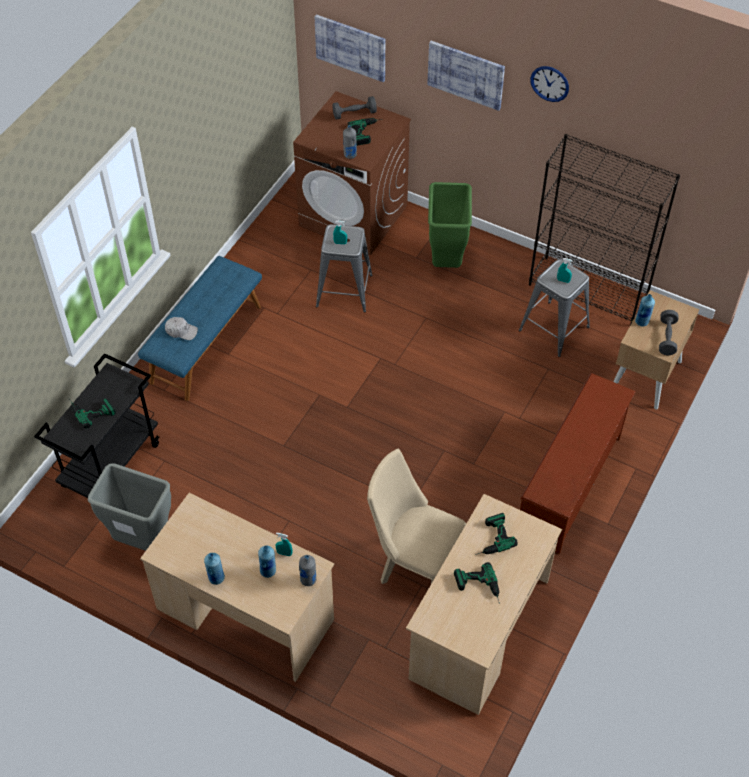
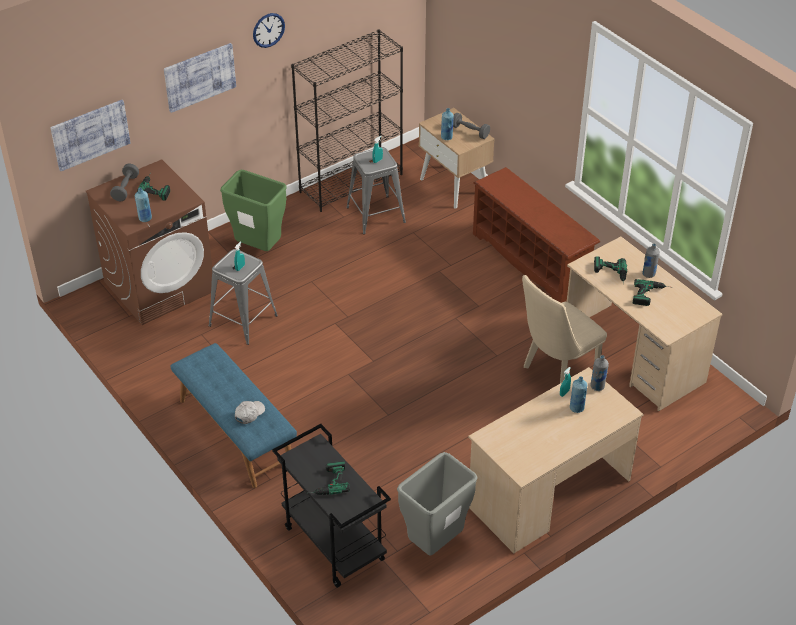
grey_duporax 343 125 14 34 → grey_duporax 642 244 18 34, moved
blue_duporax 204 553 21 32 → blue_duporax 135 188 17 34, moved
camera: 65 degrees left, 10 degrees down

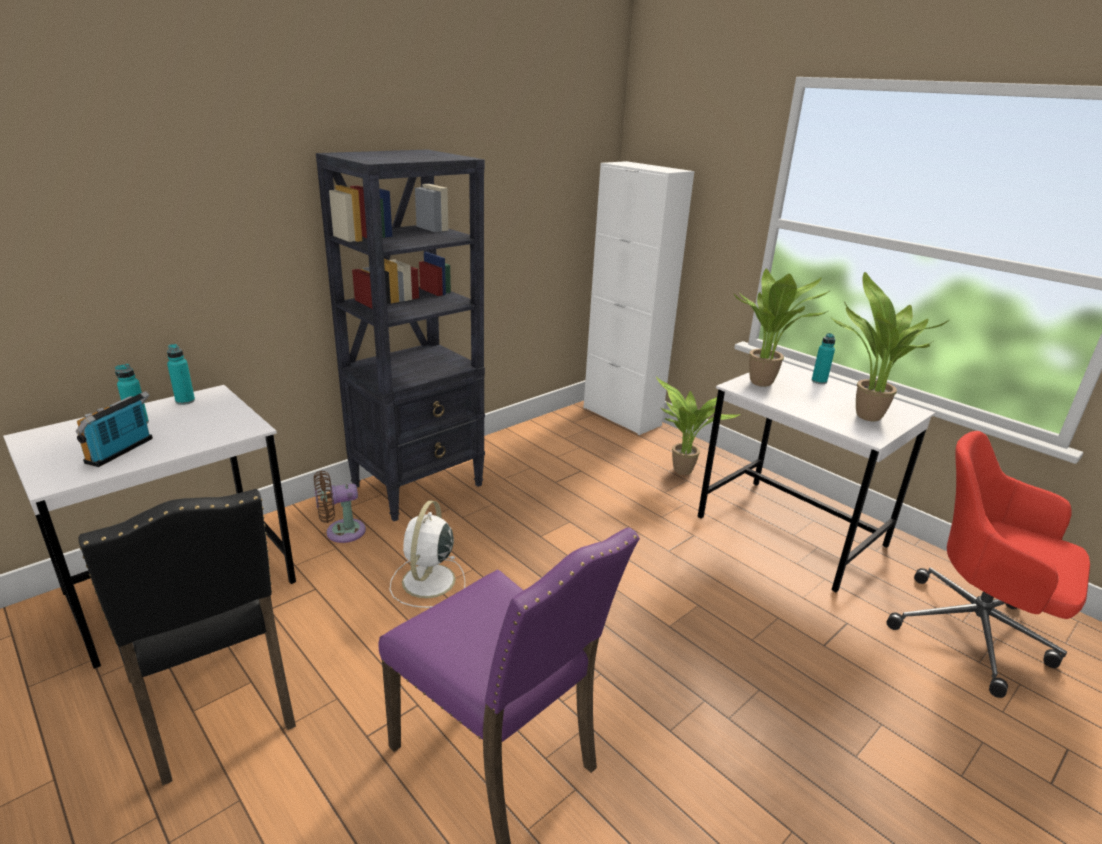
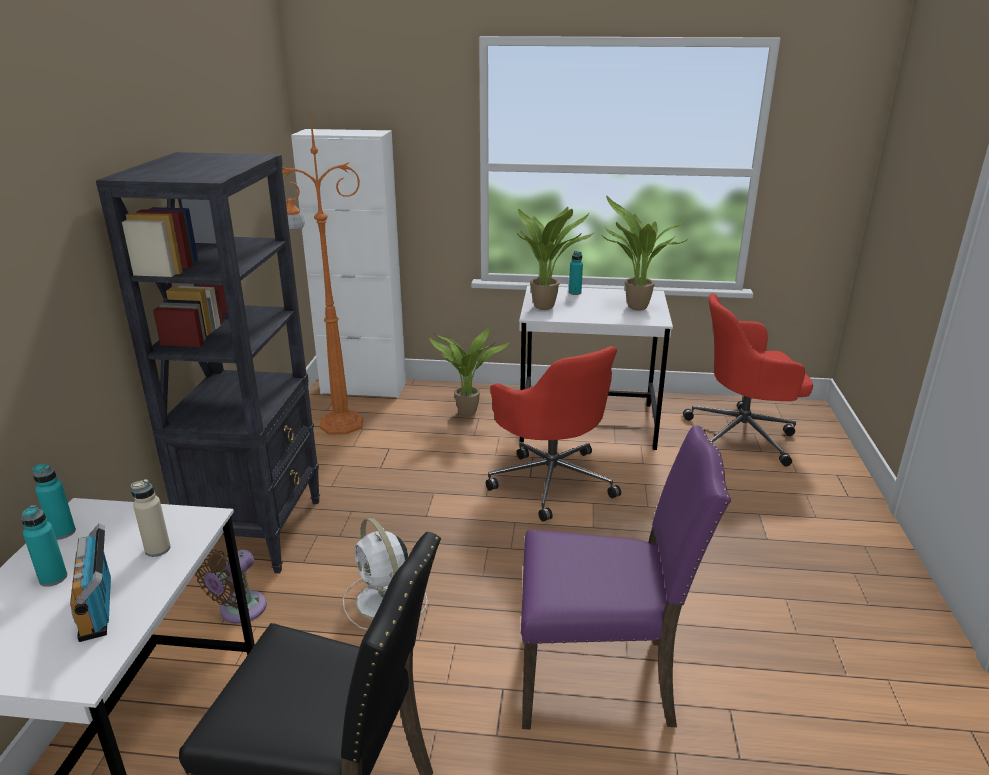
- → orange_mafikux 282 113 81 322
- → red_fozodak 486 346 135 176
- → beige_duporax 131 479 40 78
camera: 40 degrees left, 0 degrees up

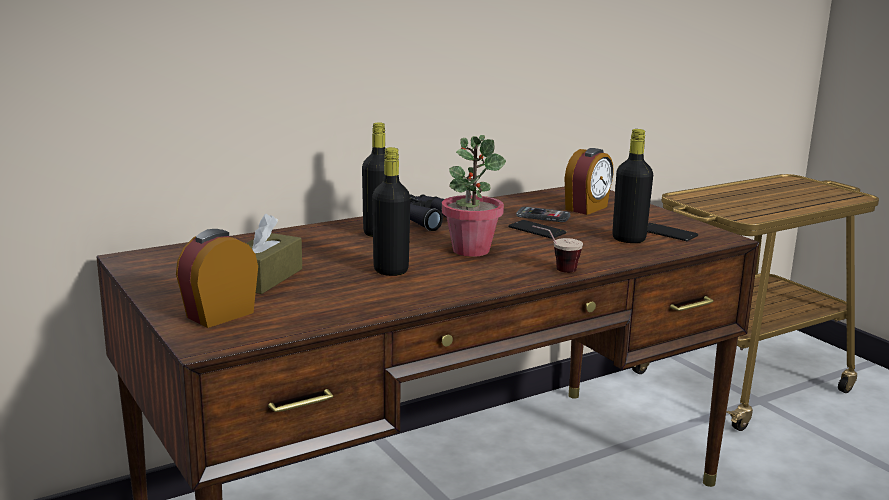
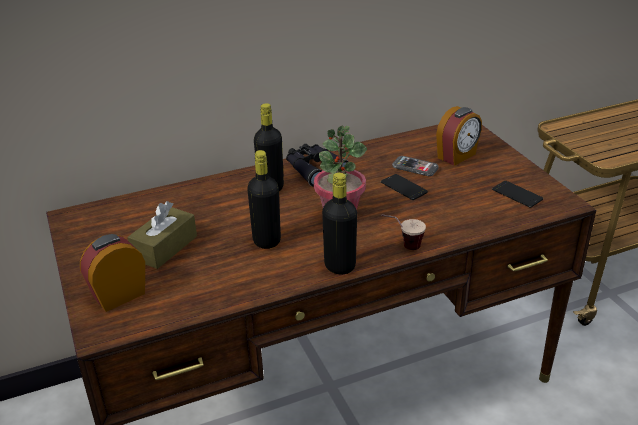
black_duporax 612 129 41 114 → black_duporax 322 172 35 102, moved
camera: 10 degrees right, 15 degrees up

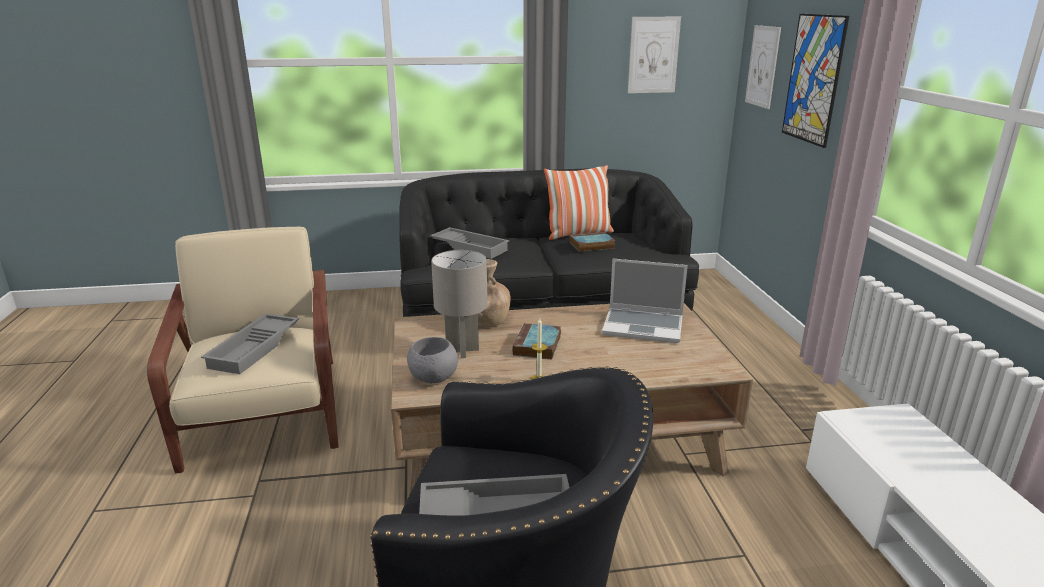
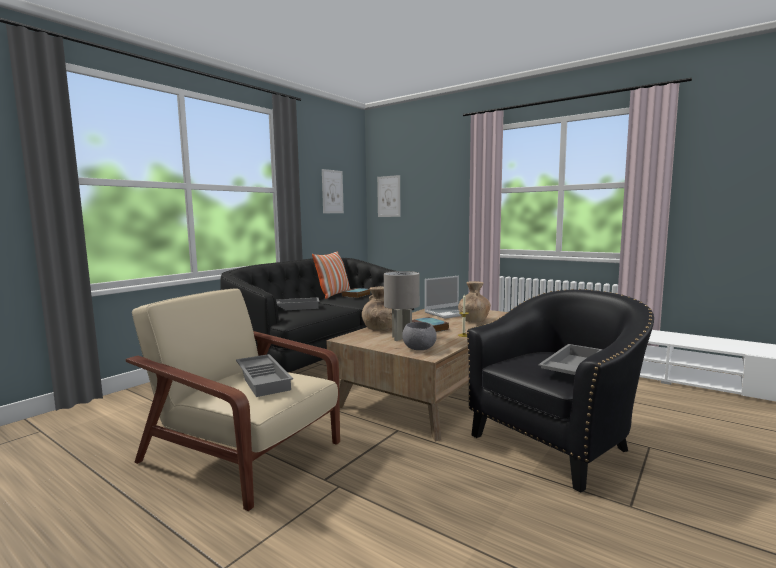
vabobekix 782 14 67 134 → -
- → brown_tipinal 458 281 33 41
camera: 45 degrees left, 15 degrees down

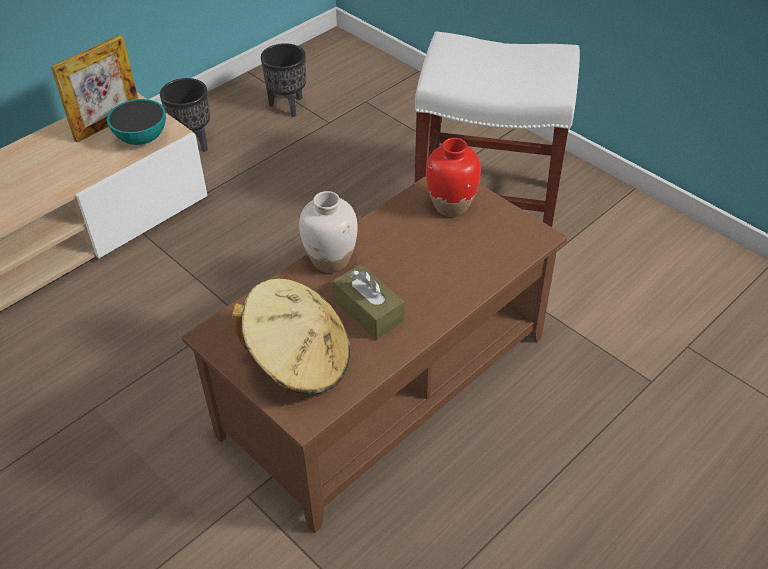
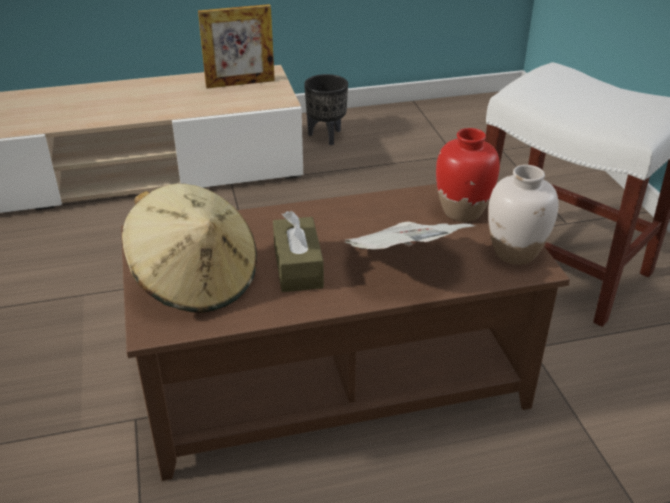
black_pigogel 261 43 45 74 → -
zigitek 107 99 59 46 → -
white_tipinal 299 191 59 82 → white_tipinal 488 165 71 100, moved
- → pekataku 345 221 130 28
camera: 30 degrees right, 10 degrees down

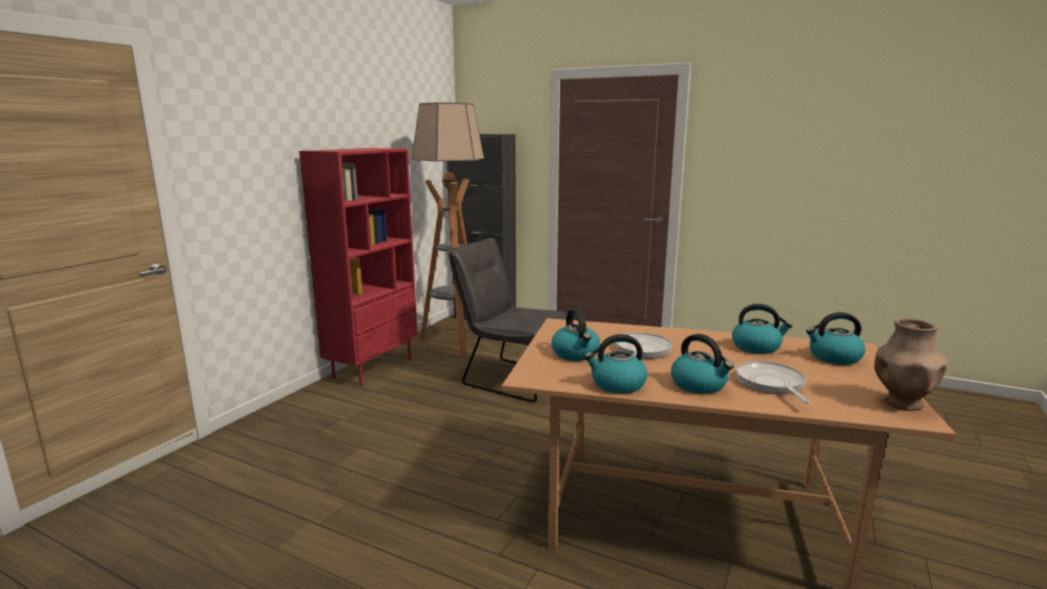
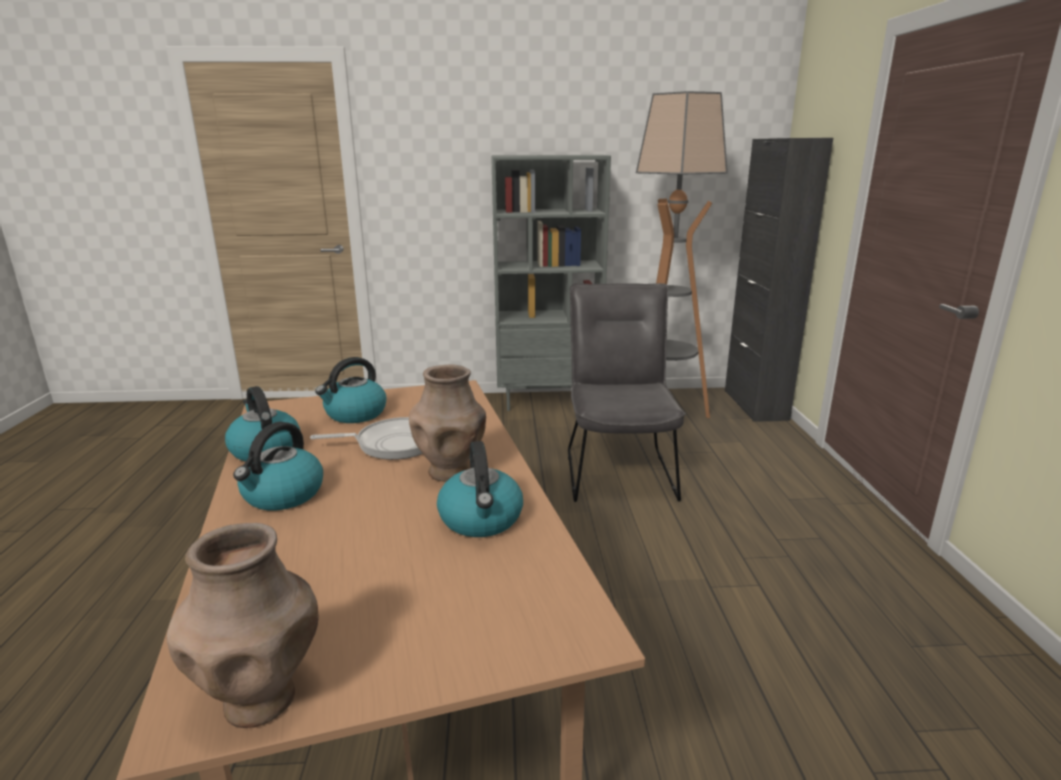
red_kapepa 299 148 119 238 → grey_kapepa 491 155 120 256
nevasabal 806 312 59 53 → -
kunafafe 736 361 75 43 → -
- → brown_tipinal 409 364 77 118
camera: 60 degrees right, 5 degrees up

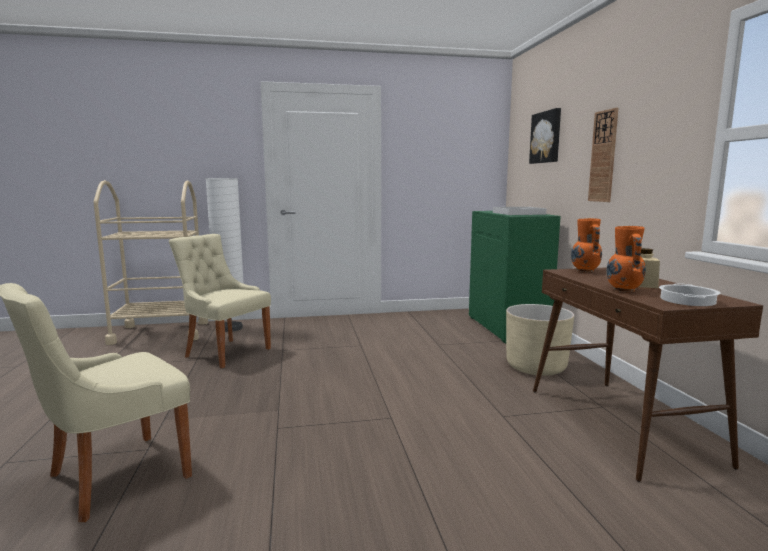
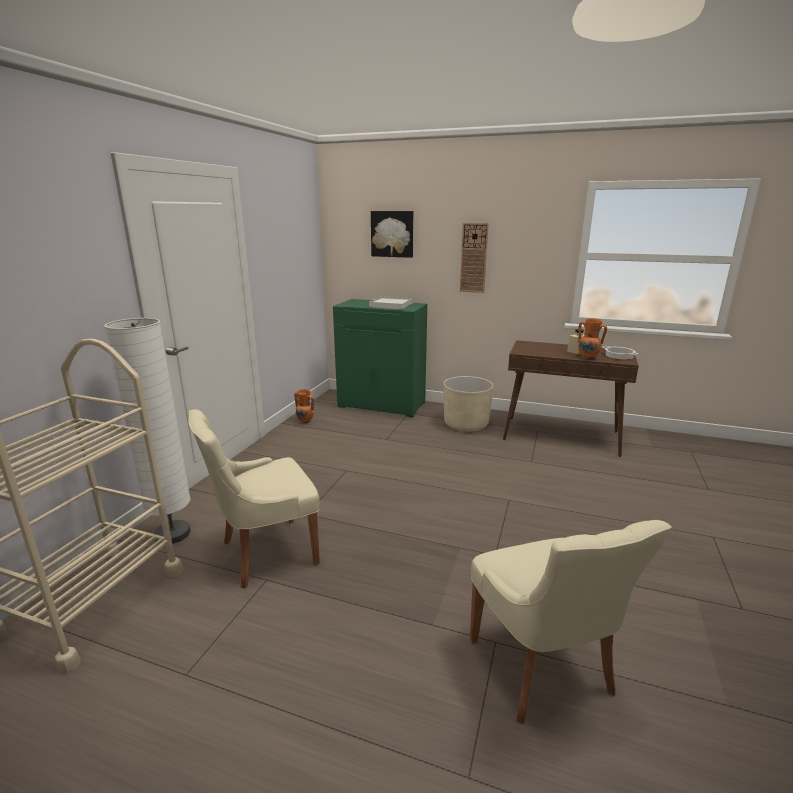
orange_tipinal 571 218 31 54 → orange_tipinal 294 389 21 34, moved
camera: 60 degrees left, 10 degrees up

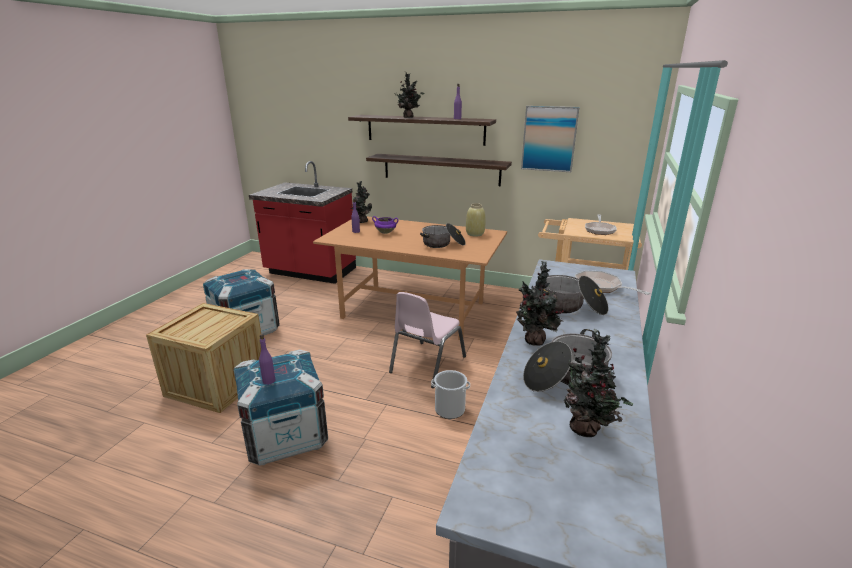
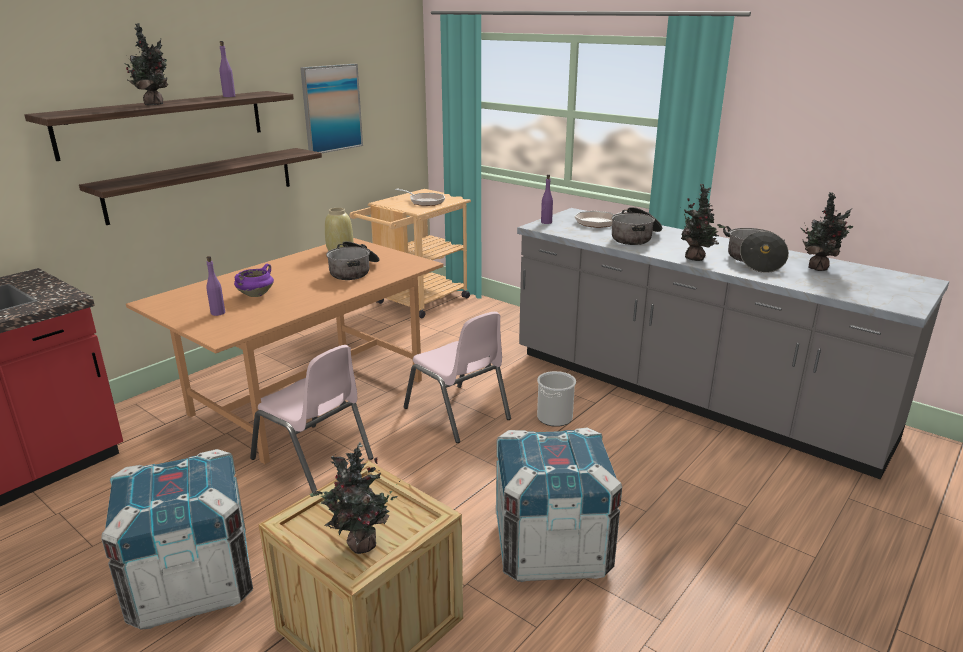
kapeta 351 181 21 42 → kapeta 310 442 90 112, moved
purple_duporax 259 334 16 51 → purple_duporax 541 174 12 50, moved
- → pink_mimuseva 250 345 124 148
camera: 70 degrees left, 0 degrees up

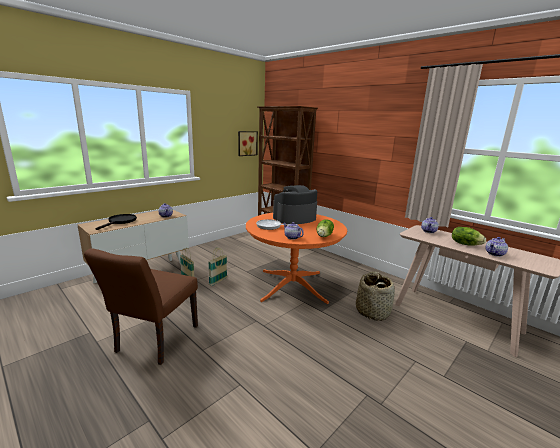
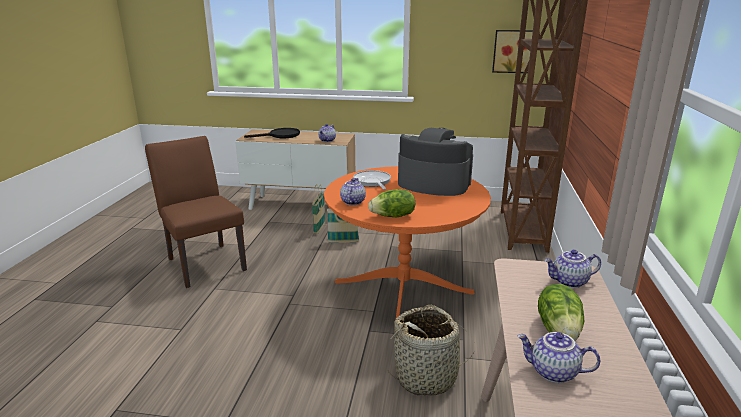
brown_mimuseva 84 248 114 117 → brown_mimuseva 145 136 102 152, 75 degrees clockwise
camera: 55 degrees right, 5 degrees up

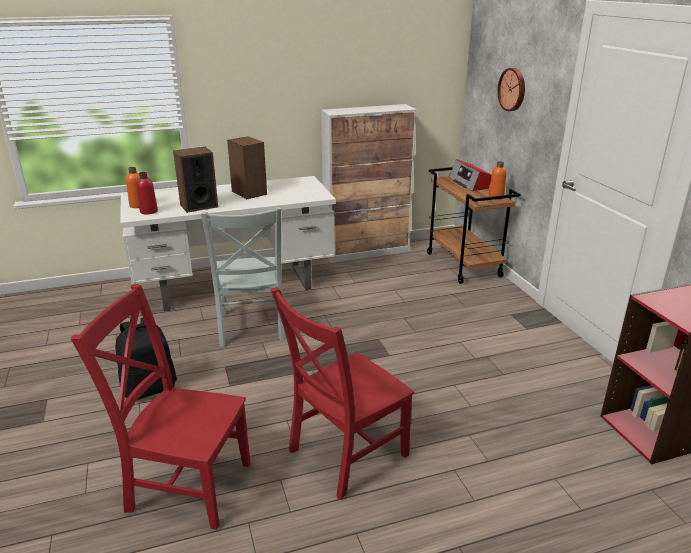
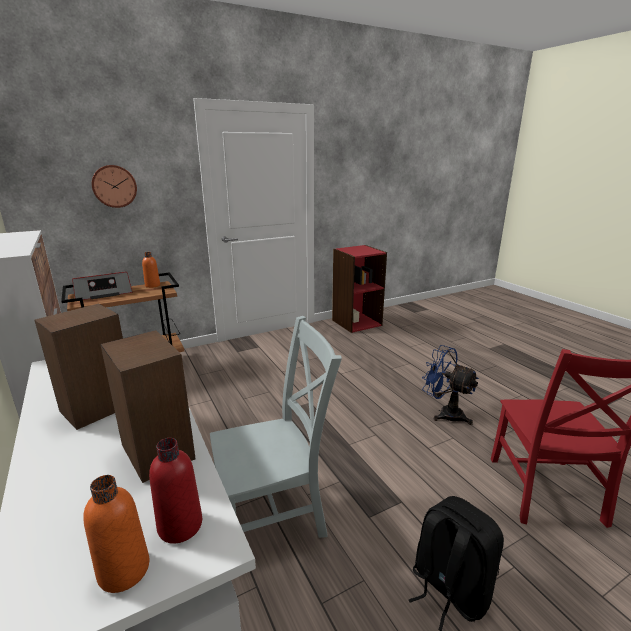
red_mimuseva 270 287 144 213 → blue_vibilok 422 345 57 80
camera: 100 degrees left, 5 degrees down

